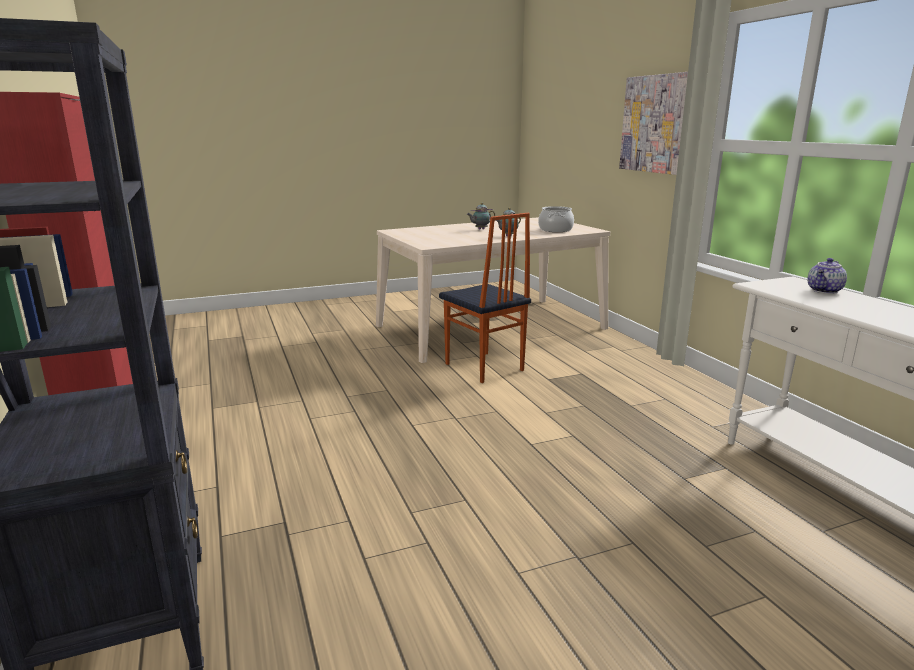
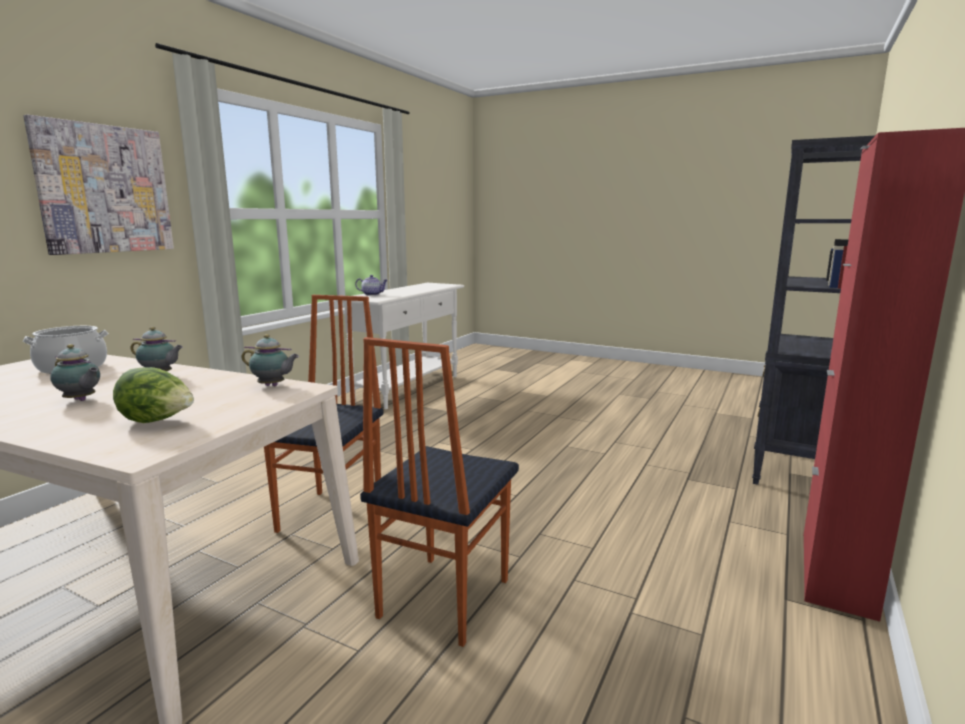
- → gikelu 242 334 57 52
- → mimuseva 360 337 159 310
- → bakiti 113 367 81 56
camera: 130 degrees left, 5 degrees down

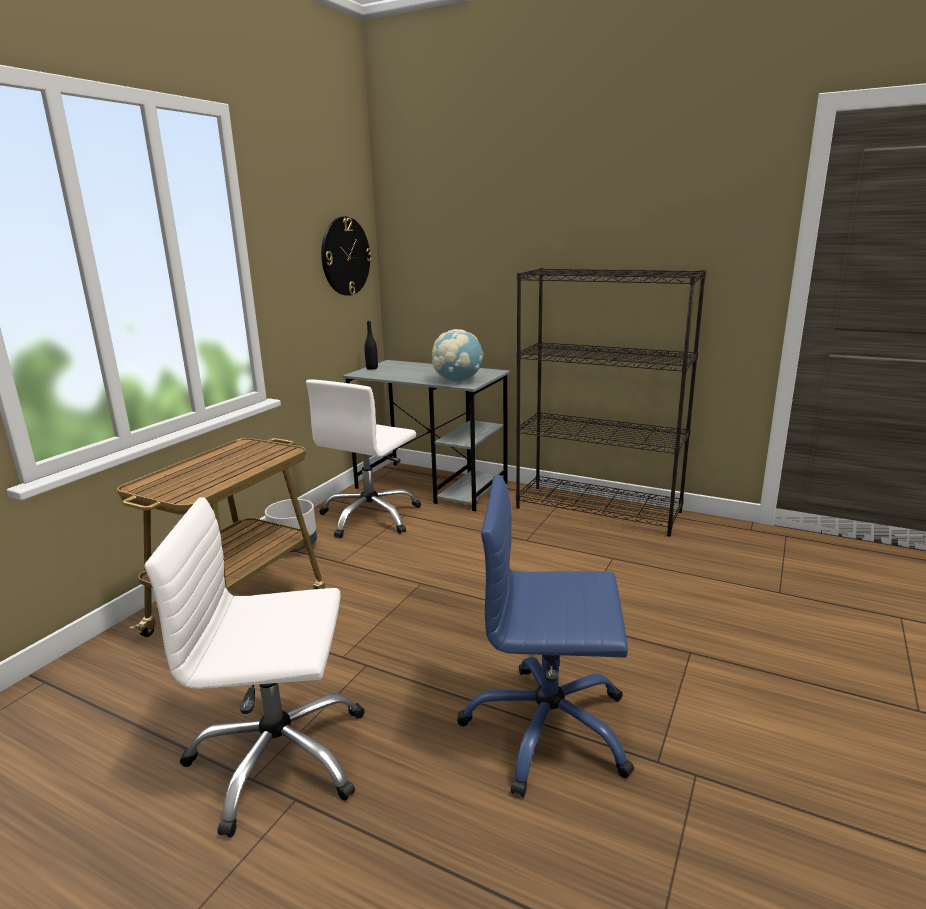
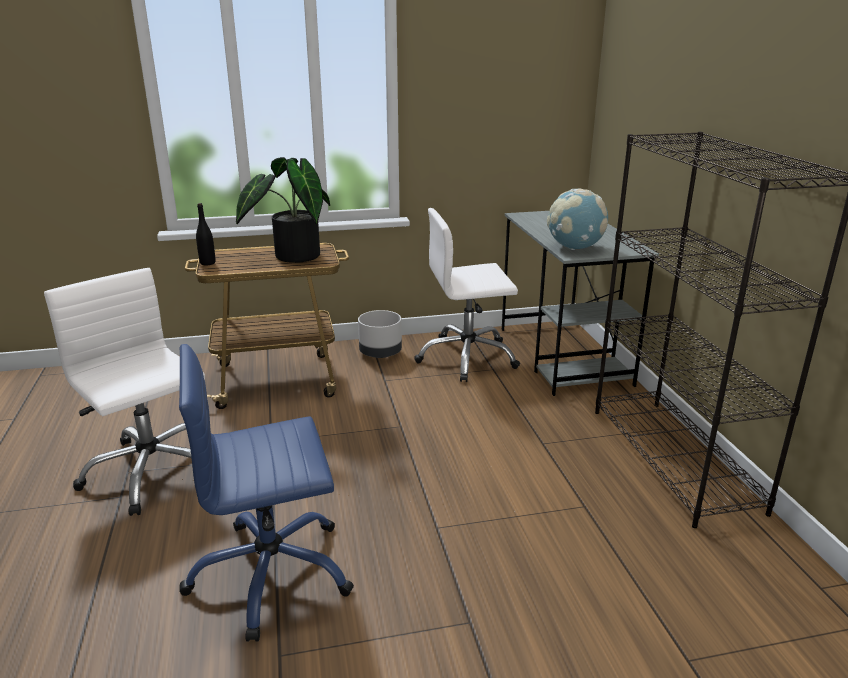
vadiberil 321 216 51 80 → -
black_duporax 364 321 14 48 → black_duporax 196 203 19 62, moved
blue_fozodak 457 475 177 322 → blue_fozodak 179 344 175 298, 75 degrees counterclockwise
- → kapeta 236 157 94 106
camera: 50 degrees right, 5 degrees up

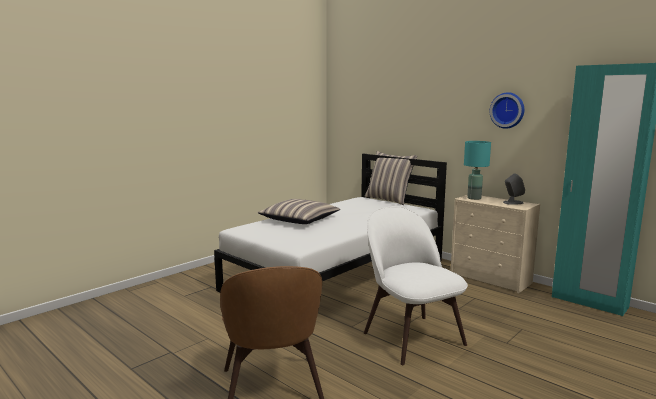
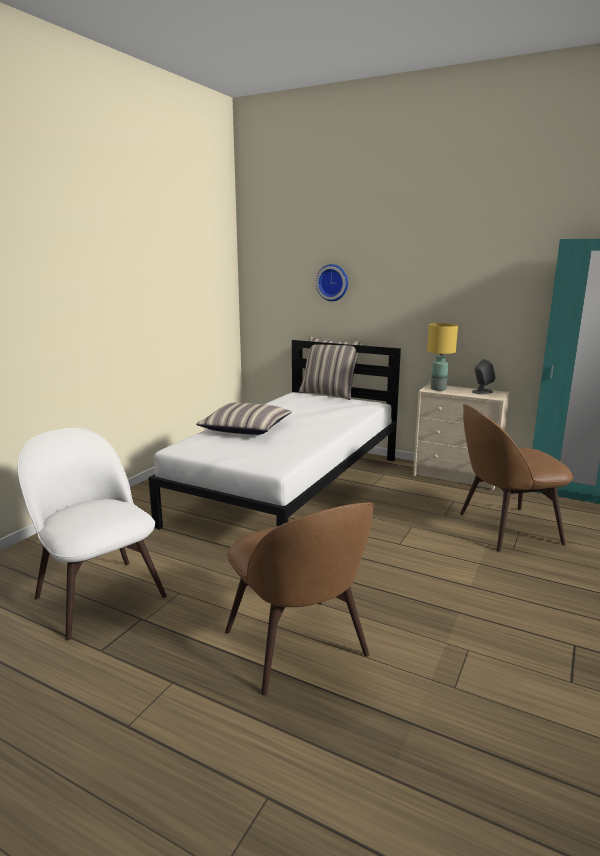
vadiberil 490 92 34 37 → vadiberil 316 264 32 37, moved
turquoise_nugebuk 464 141 27 59 → yellow_nugebuk 427 323 31 68
white_mimuseva 364 206 104 159 → white_mimuseva 17 428 150 213, moved
- → brown_mimuseva 460 404 113 148
camera: 15 degrees left, 5 degrees up

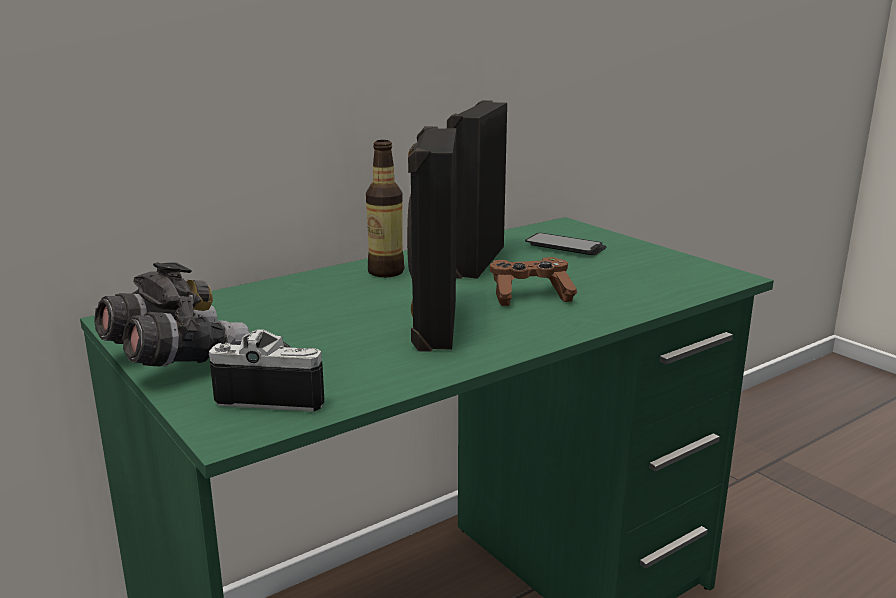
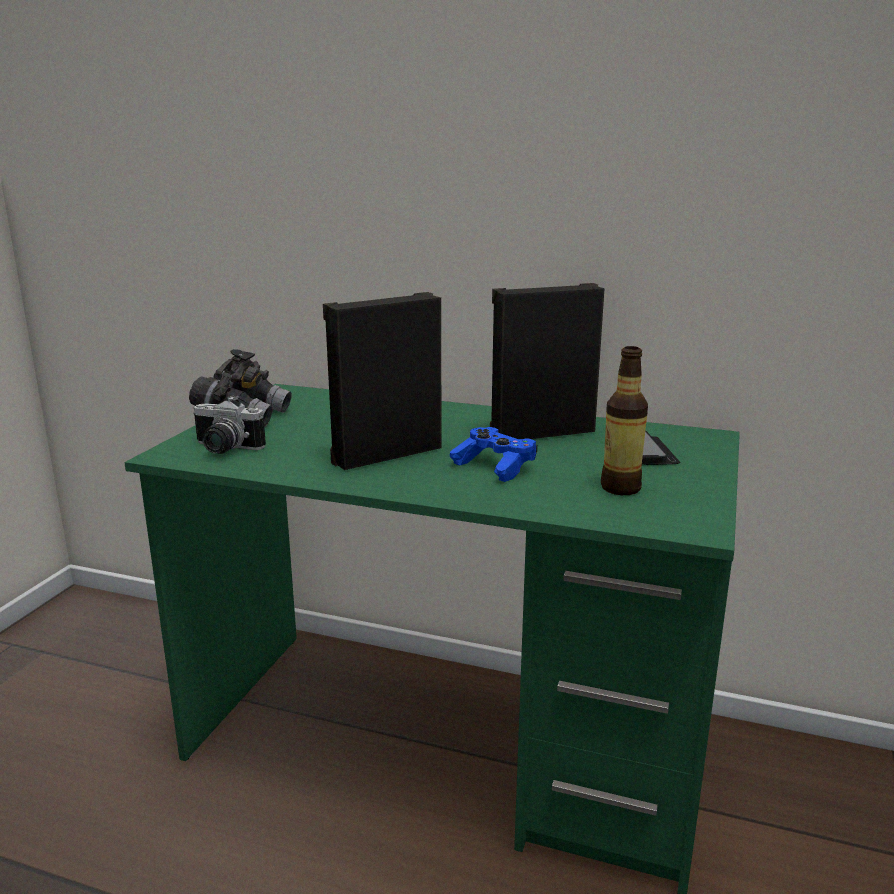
duporax 366 140 39 137 → duporax 601 346 47 149, moved
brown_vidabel 490 257 87 49 → blue_vidabel 449 427 88 55
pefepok 209 329 115 83 → pefepok 193 395 73 59, 135 degrees clockwise
camera: 55 degrees right, 0 degrees up

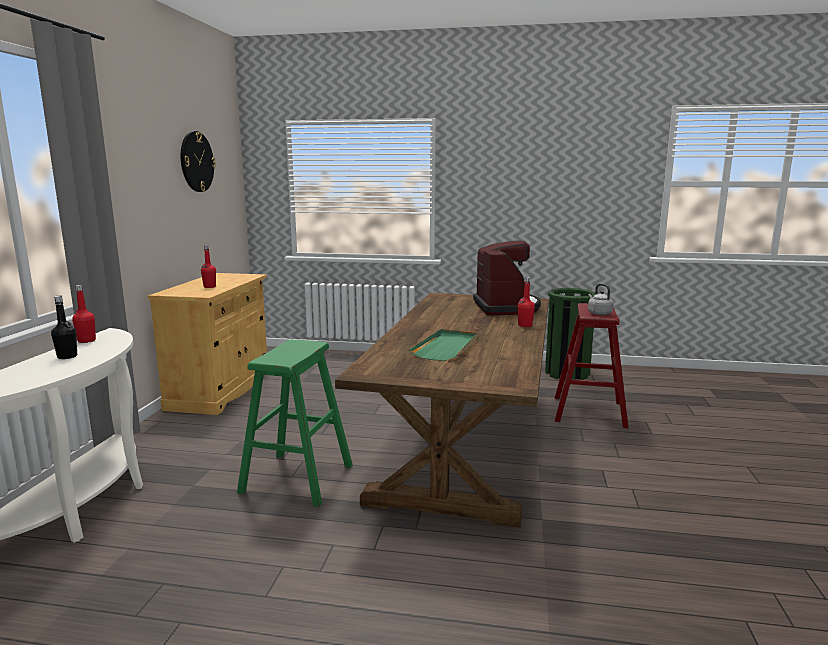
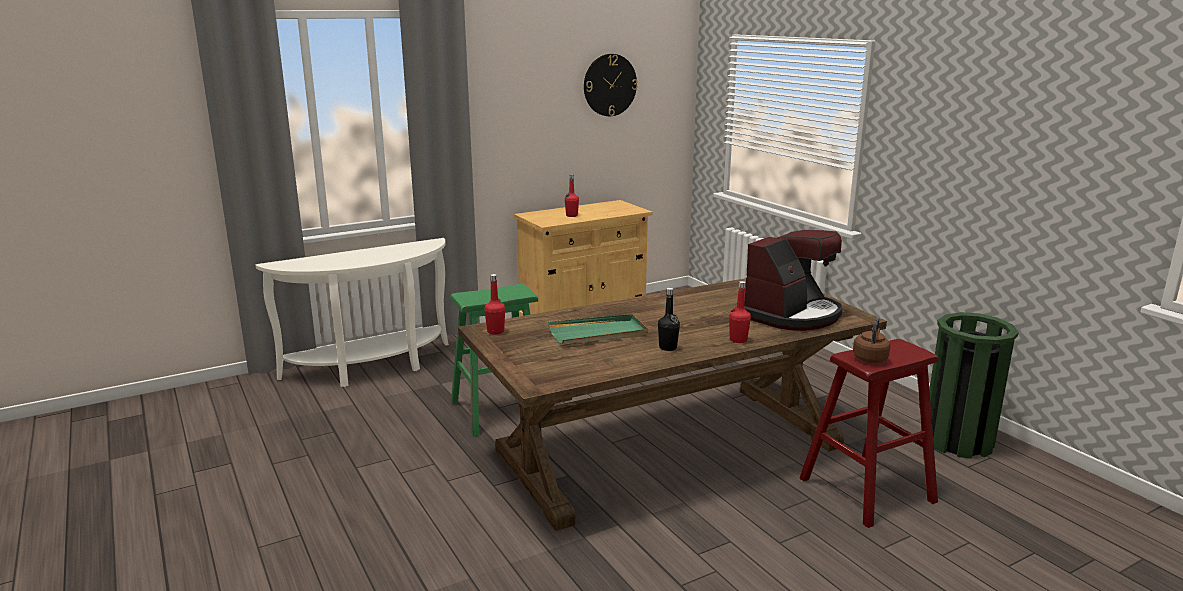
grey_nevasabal 588 284 26 31 → brown_nevasabal 853 317 37 46
red_duporax 72 285 24 58 → red_duporax 484 274 21 61, moved
black_duporax 51 296 26 63 → black_duporax 658 288 22 63, moved
camera: 50 degrees right, 5 degrees up

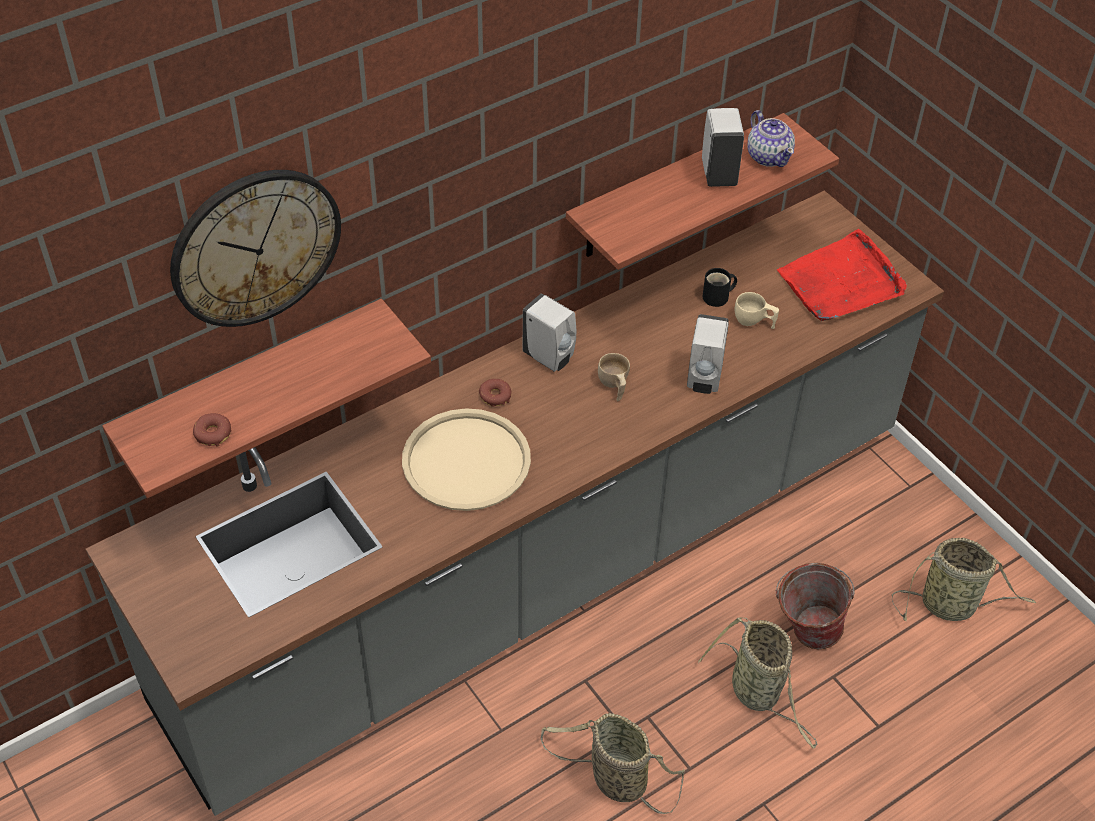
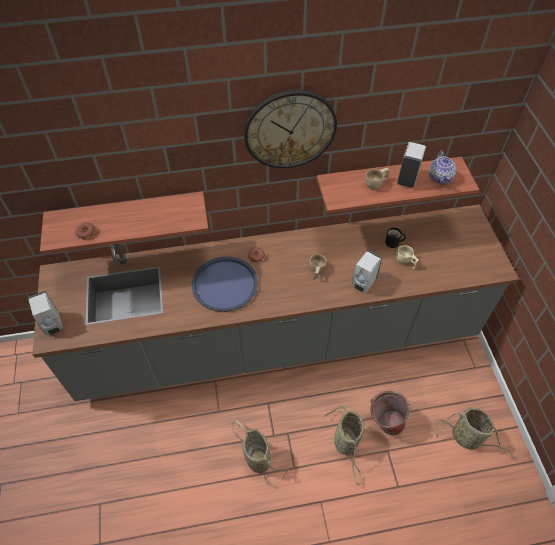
vadiberil 170 170 171 157 → vadiberil 244 90 93 78, moved
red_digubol 777 229 130 92 → -
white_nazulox 523 293 53 79 → white_nazulox 28 291 35 43, moved
beige_digubol 402 408 129 103 → blue_digubol 192 256 66 56
- → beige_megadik 365 168 24 21
camera: 25 degrees right, 5 degrees up

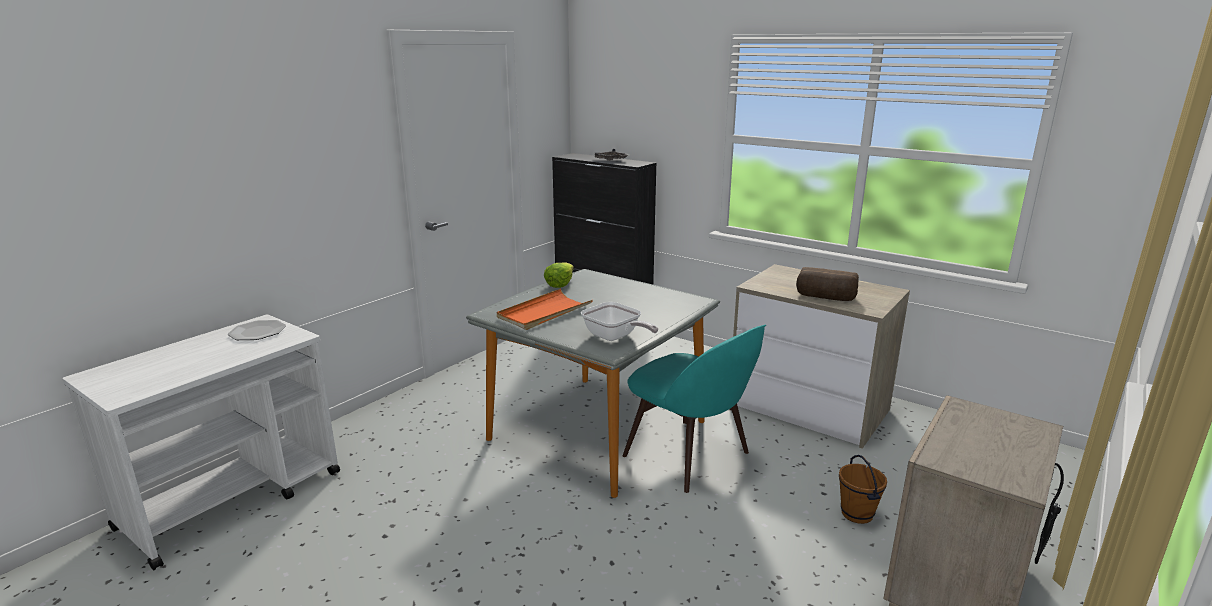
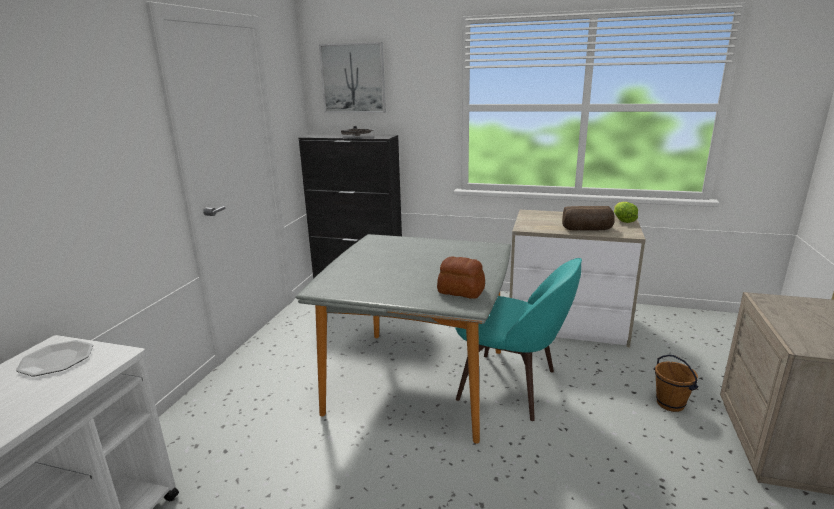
bakiti 544 262 30 26 → bakiti 614 202 24 21, moved
orange_digubol 497 289 96 41 → -
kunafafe 581 302 77 39 → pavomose 437 256 48 43
- → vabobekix 319 42 67 71
camera: 20 degrees left, 0 degrees up

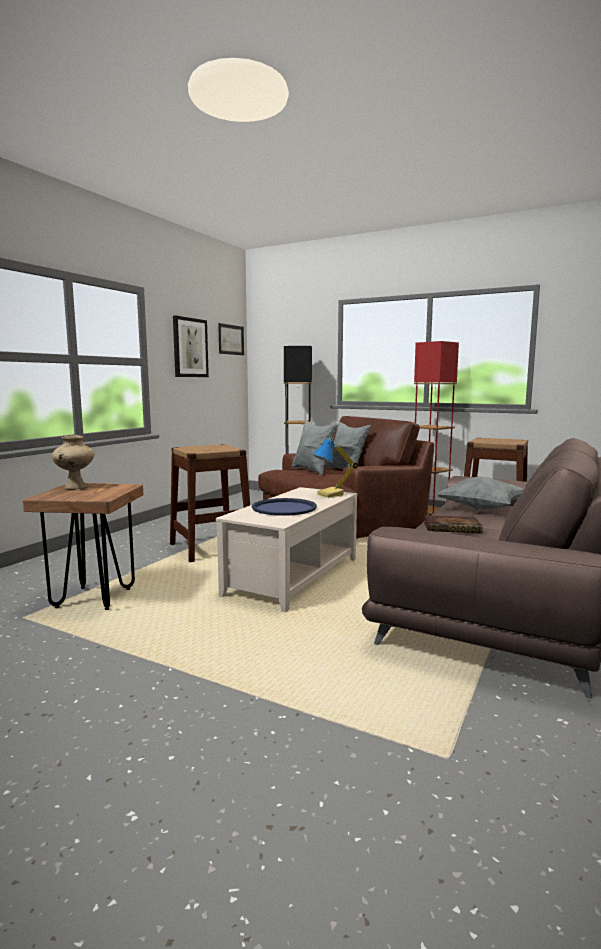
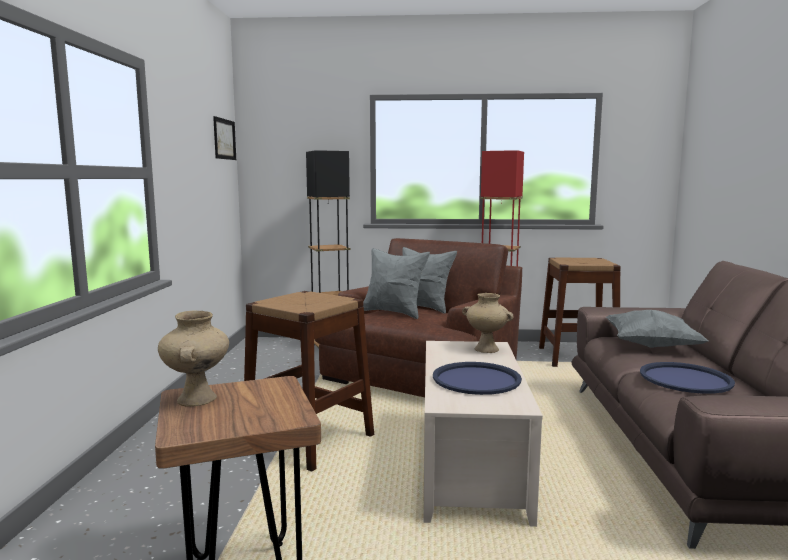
vabobekix 173 316 36 61 → -
nugebuk 312 437 46 61 → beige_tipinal 462 293 52 60
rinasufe 424 515 59 18 → blue_digubol 640 362 95 32
camera: 25 degrees left, 0 degrees up

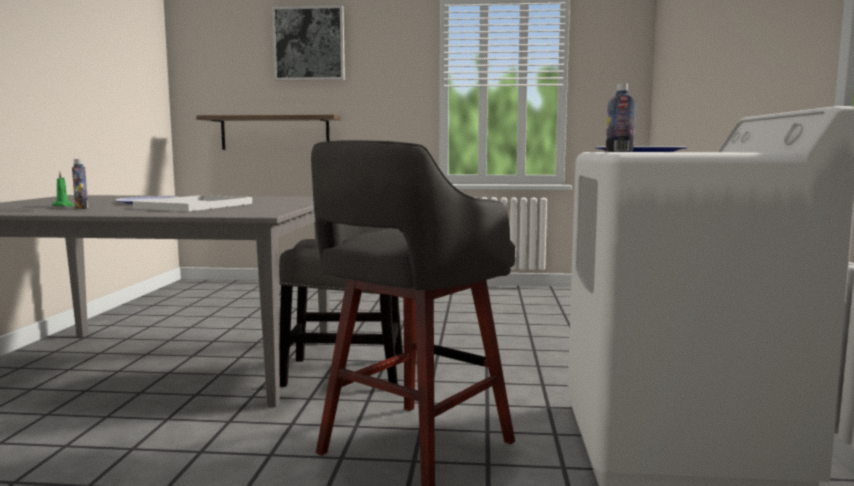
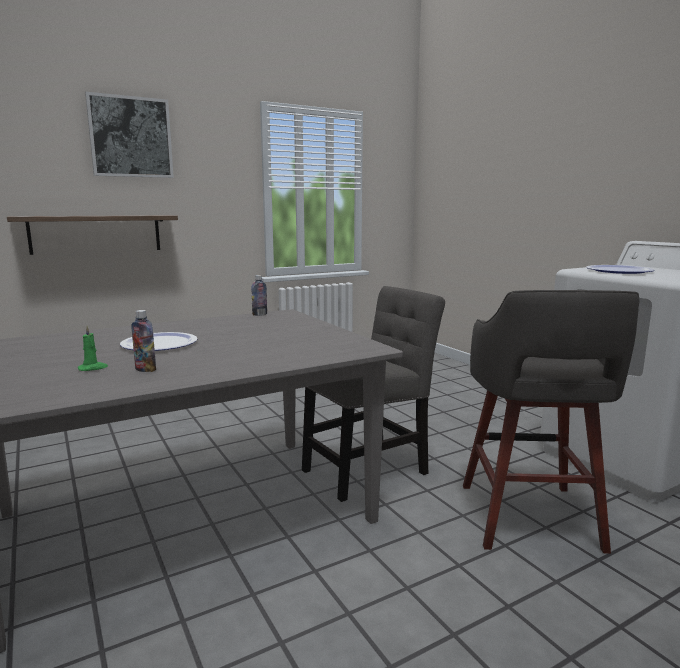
duporax 606 83 30 69 → duporax 251 275 16 41, moved
white_digubol 133 195 119 16 → -
camera: 35 degrees left, 5 degrees up

